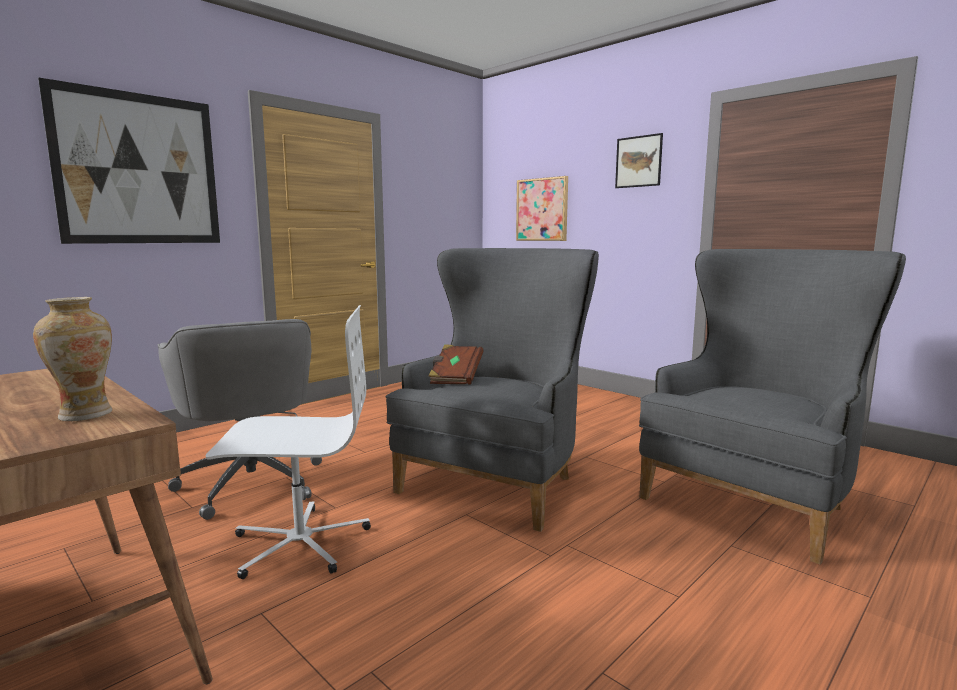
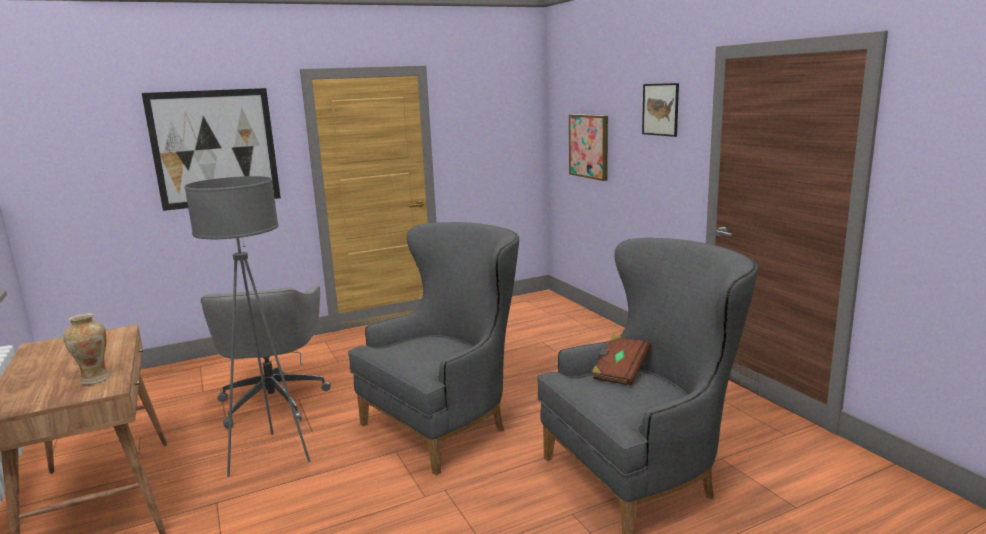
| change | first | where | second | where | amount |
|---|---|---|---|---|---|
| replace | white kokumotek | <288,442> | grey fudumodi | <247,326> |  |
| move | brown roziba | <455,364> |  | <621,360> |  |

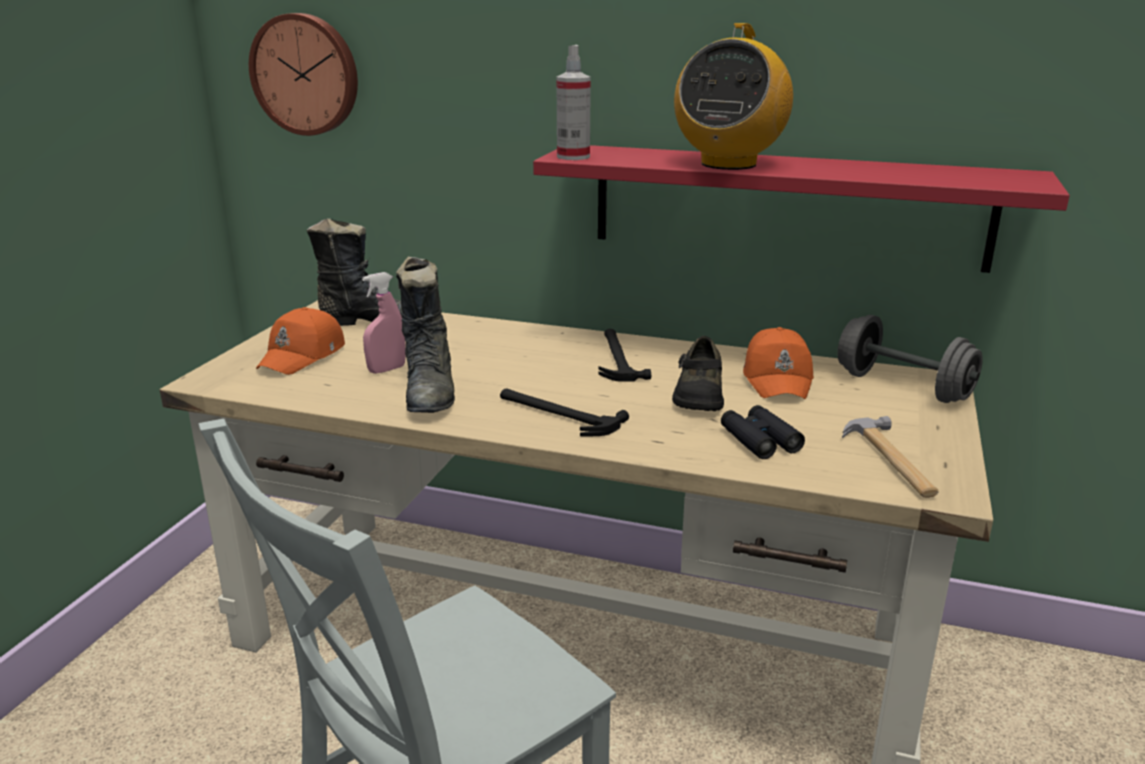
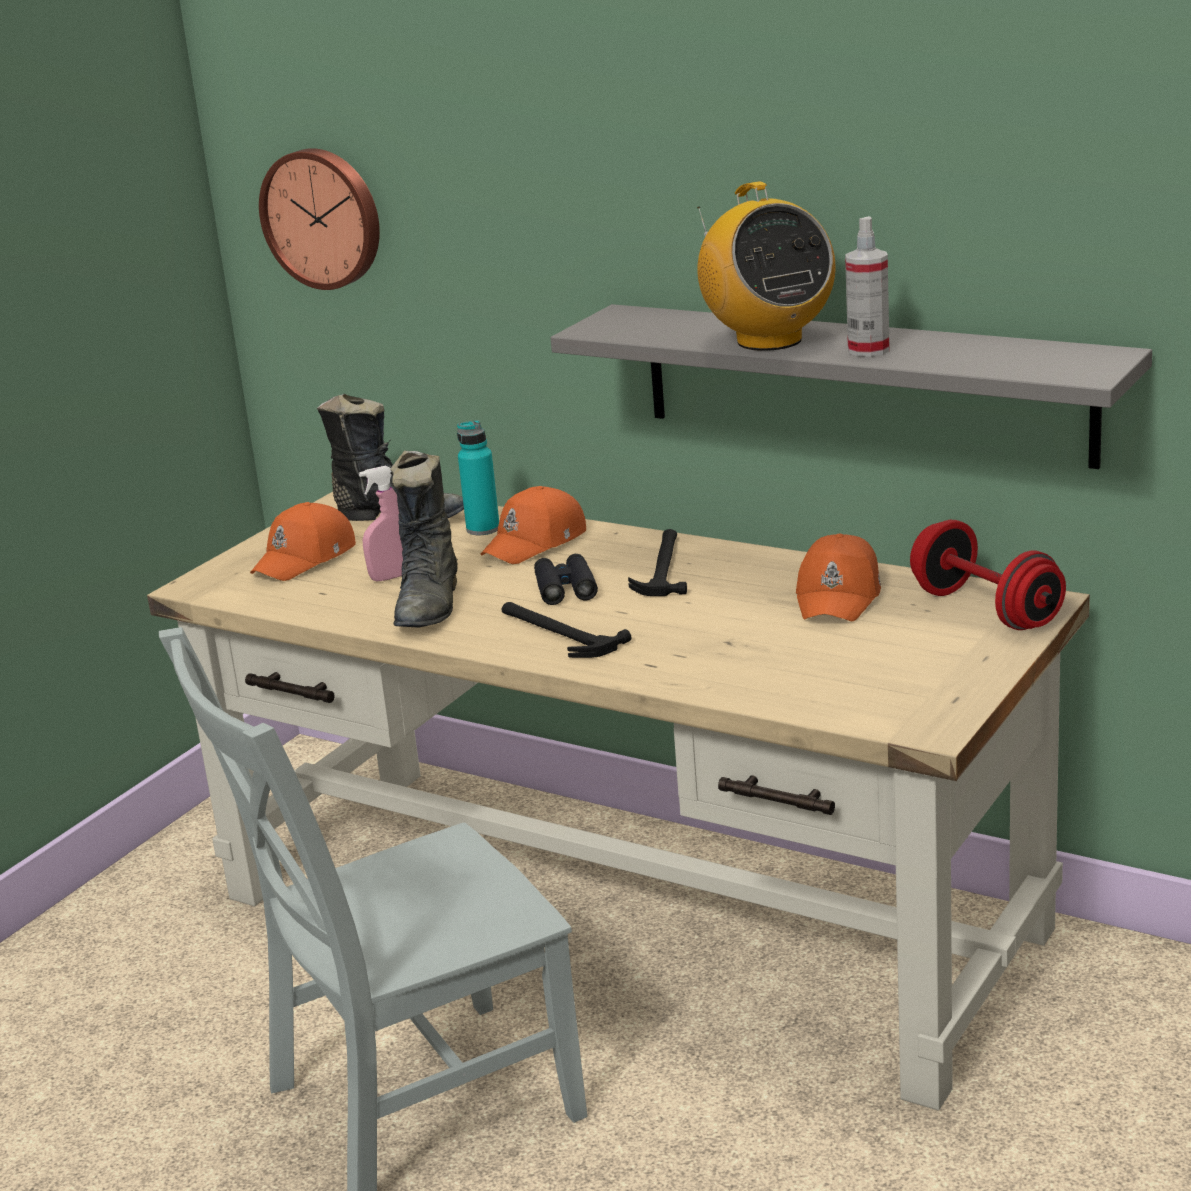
| change | first | where | second | where | amount |
|---|---|---|---|---|---|
| recolor | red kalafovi | <801,209> | grey kalafovi | <851,386> |  |
| move | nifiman | <573,102> |  | <867,286> |  |
| delete | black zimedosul | <698,373> |  |  |  |
| rotate | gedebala | <733,96> |  | <766,266> | 60 degrees counterclockwise |
| move | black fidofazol | <763,432> |  | <566,579> |  |
| recolor | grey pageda | <910,359> | red pageda | <988,575> |  |
| delete | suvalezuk | <890,457> |  |  |  |
| insert |  |  | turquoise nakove | <478,477> |  |
| insert |  |  | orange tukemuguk | <533,525> |  |

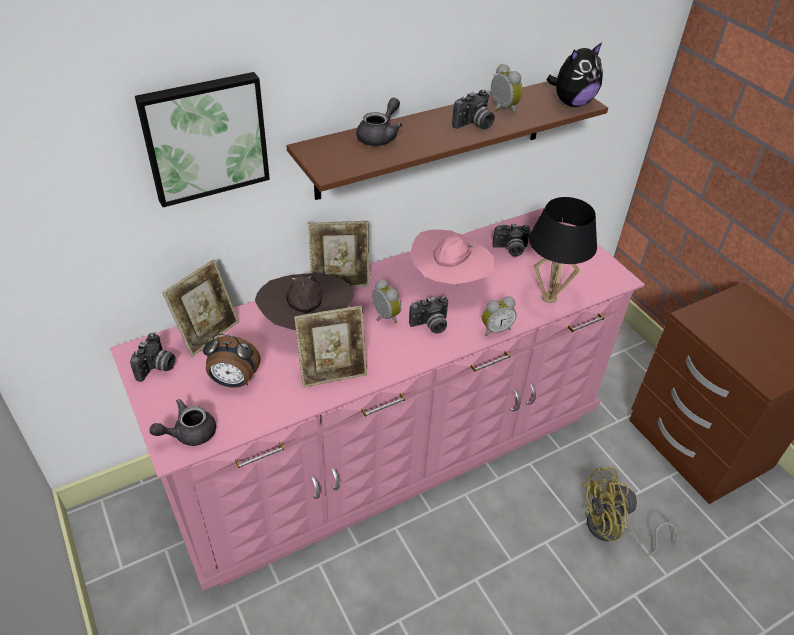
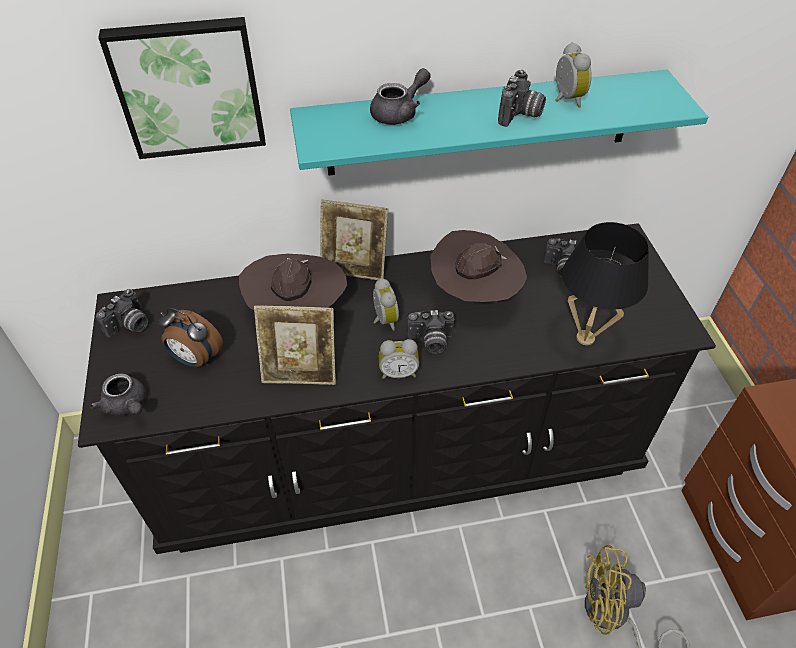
| change | first | where | second | where | amount |
|---|---|---|---|---|---|
| recolor | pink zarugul | <377,399> | black zarugul | <397,388> |  |
| rotate | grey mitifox | <182,422> |  | <118,394> | 120 degrees counterclockwise |
| delete | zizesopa | <200,308> |  |  |  |
| recolor | brown kalafovi | <447,140> | turquoise kalafovi | <499,123> |  |
| recolor | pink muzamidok | <452,258> | brown muzamidok | <478,266> |  |
| rotate | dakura | <473,109> |  | <522,98> | 45 degrees counterclockwise |
| move | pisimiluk | <499,316> |  | <399,359> |  |
| delete | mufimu | <574,74> |  |  |  |

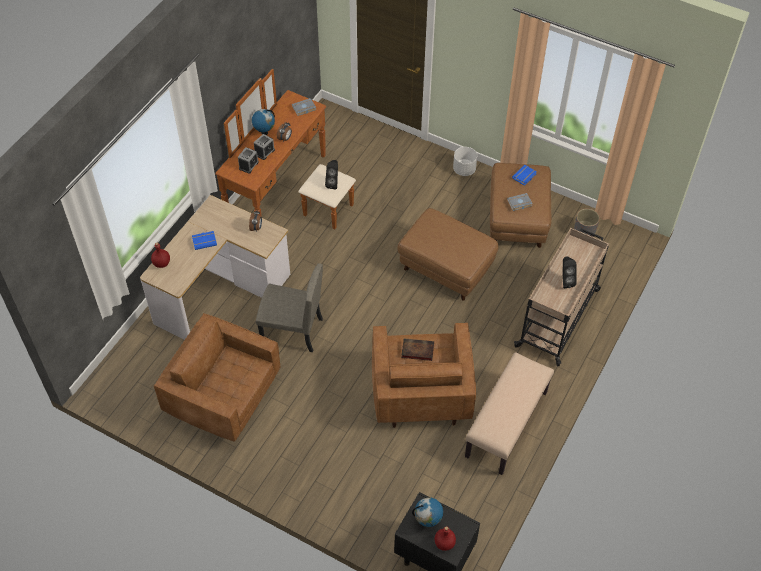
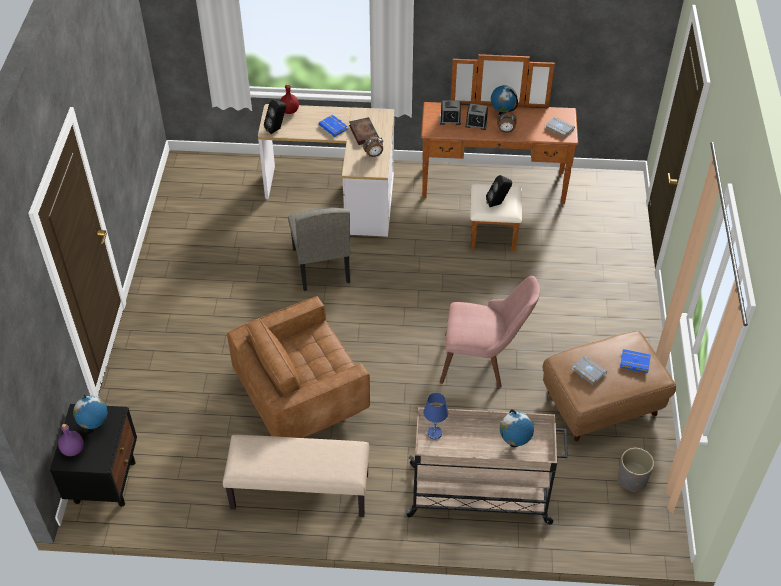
| change | first | where | second | where | amount |
|---|---|---|---|---|---|
| delete | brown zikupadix | <217,377> |  |  |  |
| replace | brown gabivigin | <447,254> | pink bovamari | <490,332> |  |
| move | roziba | <417,349> |  | <363,131> |  |
| recolor | red nakove | <445,538> | purple nakove | <71,440> |  |
| delete | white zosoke | <465,161> |  |  |  |
| move | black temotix | <570,272> |  | <275,117> |  |
| insert |  |  | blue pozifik | <435,416> |  |
| insert |  |  | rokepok | <517,428> |  |

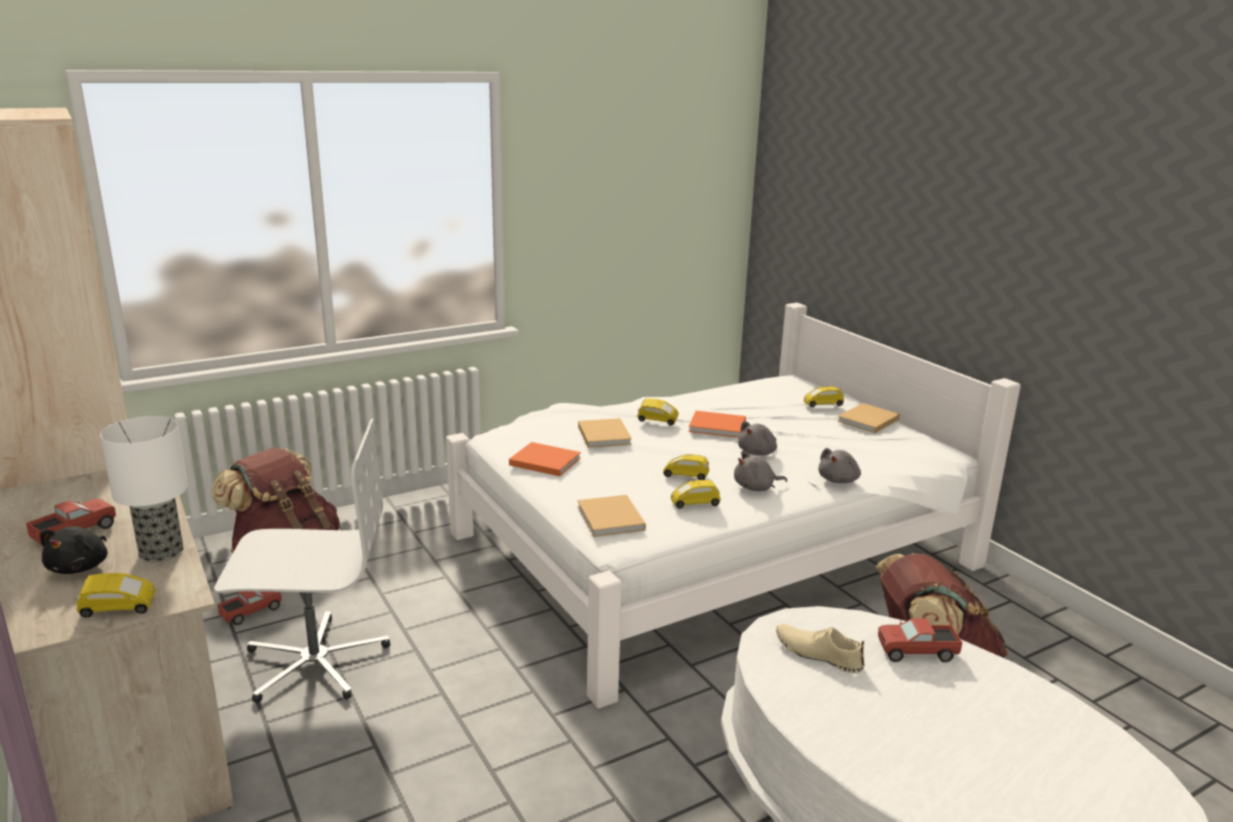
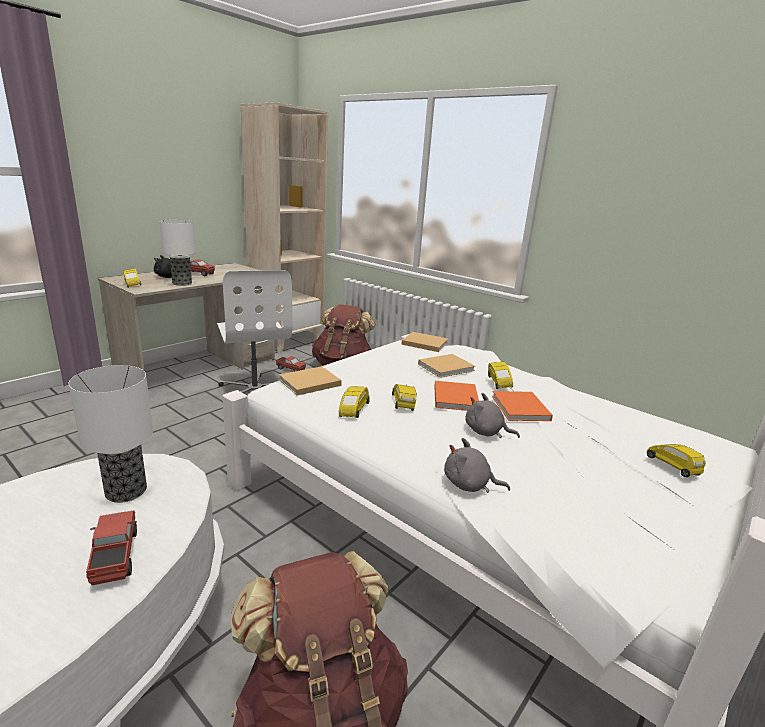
| change | first | where | second | where | amount |
|---|---|---|---|---|---|
| move | orange roziba | <545,459> |  | <456,396> |  |
| rotate | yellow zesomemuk | <696,494> |  | <354,402> | 135 degrees counterclockwise |
| delete | grey mufimu | <760,471> |  |  |  |
| replace | beige zimedosul | <820,648> | pozifik | <110,434> |  |
| move | beige roziba | <868,418> |  | <424,342> |  |

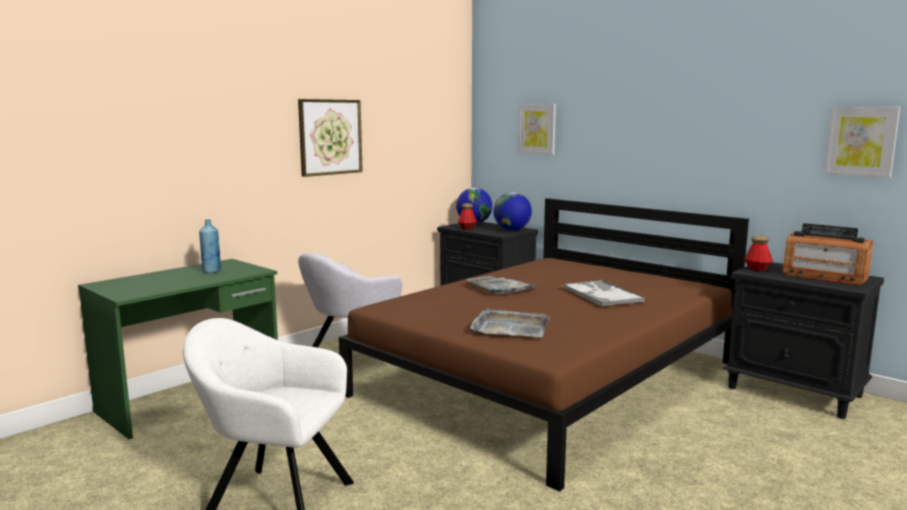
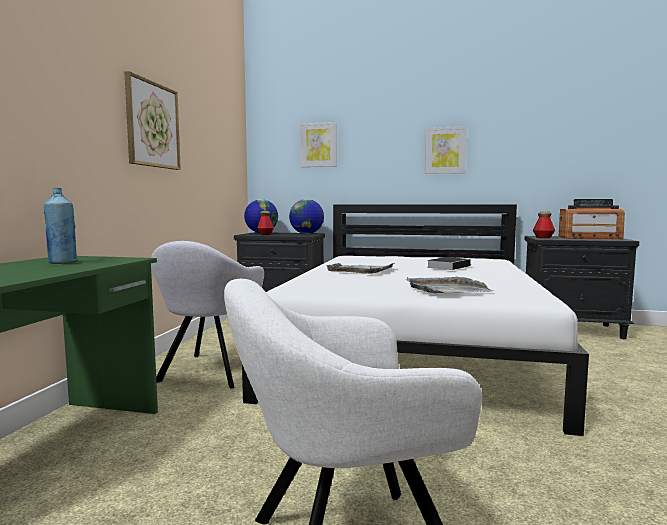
| change | first | where | second | where | amount |
|---|---|---|---|---|---|
| recolor | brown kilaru | <544,345> | white kilaru | <415,320> |  |
| replace | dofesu | <604,293> | roziba | <449,263> |  |
| move | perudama | <862,142> |  | <446,150> |  |

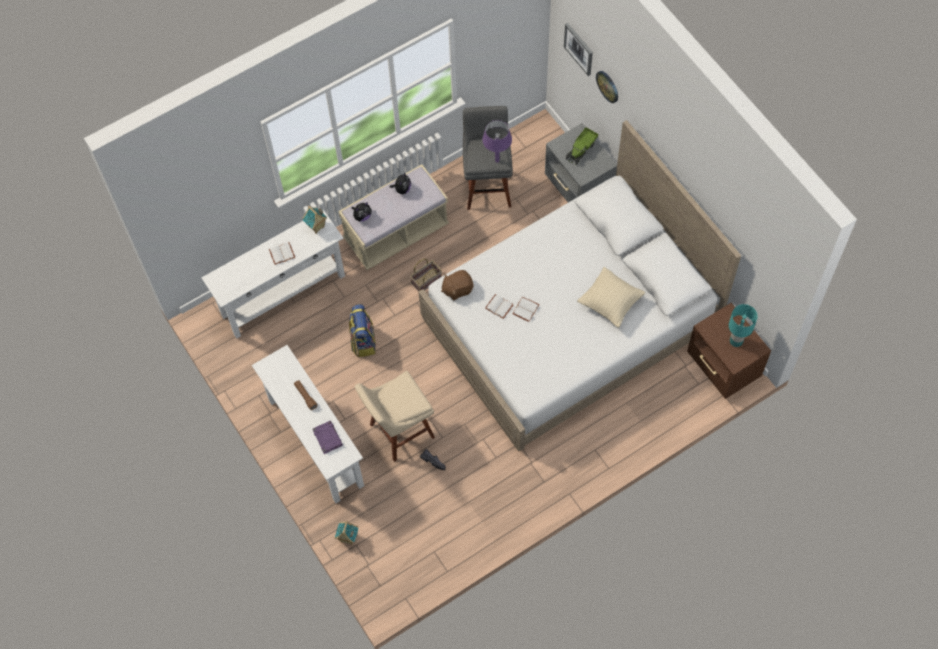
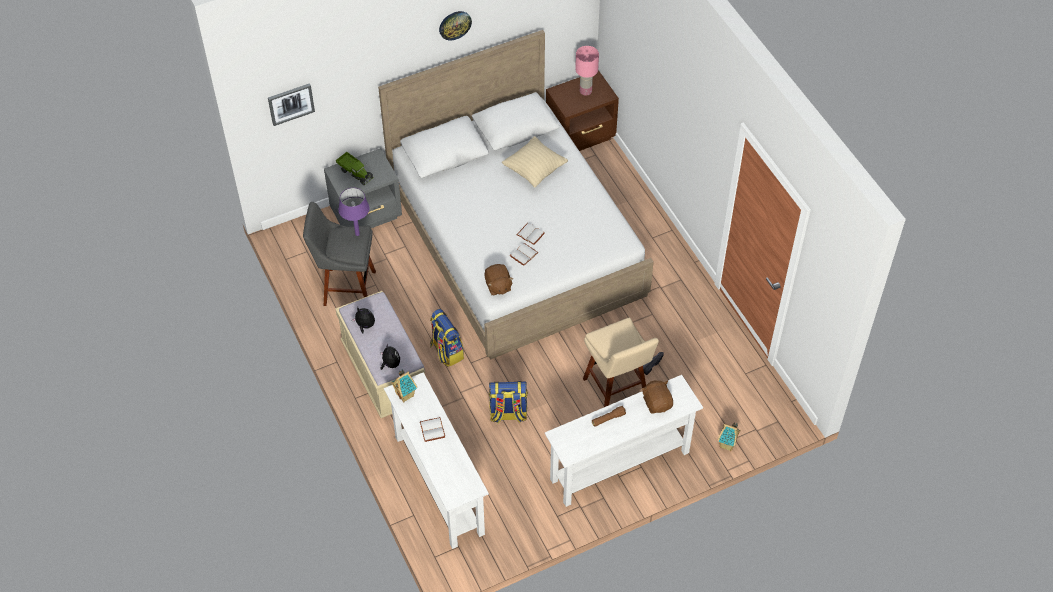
| change | first | where | second | where | amount |
|---|---|---|---|---|---|
| replace | purple roziba | <328,437> | brown mufimu | <657,397> |  |
| replace | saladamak | <426,275> | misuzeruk | <447,338> |  |
| move | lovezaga | <607,87> |  | <455,25> |  |
| recolor | turquoise pozifik | <743,325> | pink pozifik | <587,71> |  |

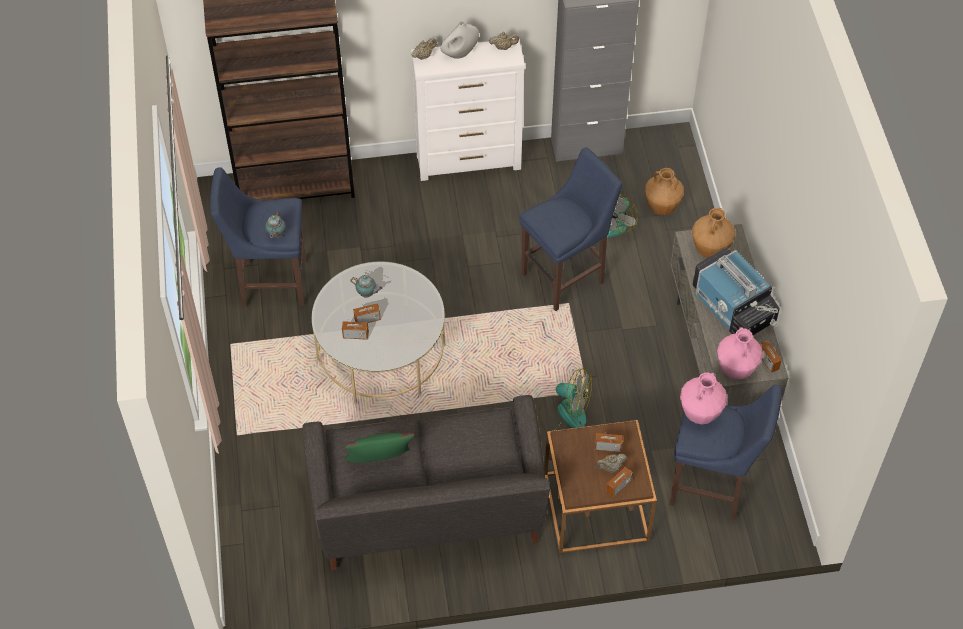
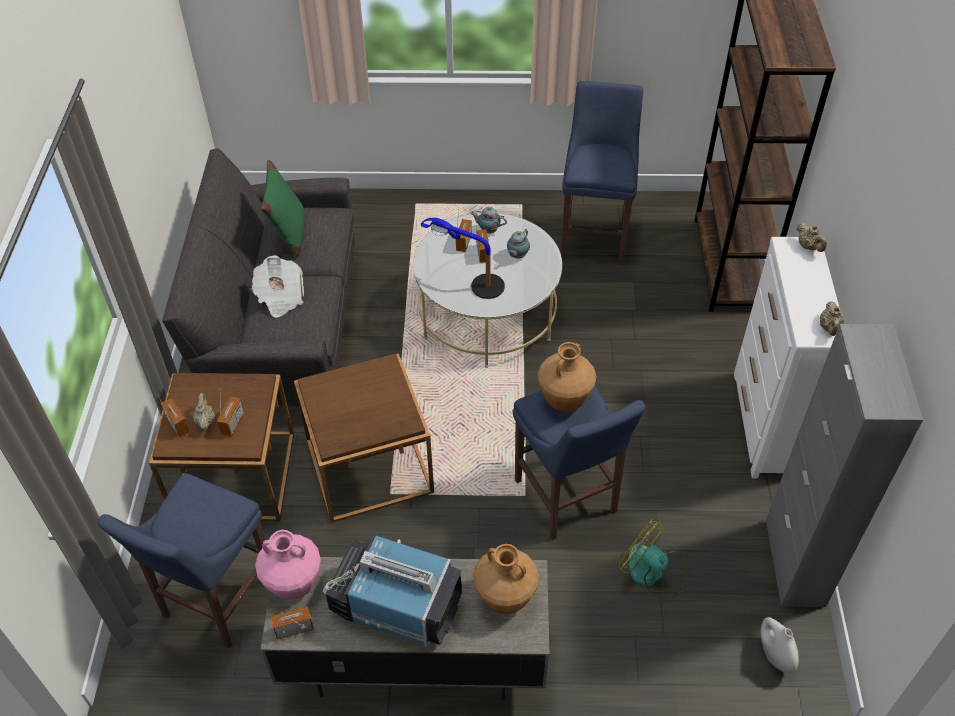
| change | first | where | second | where | amount |
|---|---|---|---|---|---|
| move | mitifox | <275,224> |  | <488,220> |  |
| move | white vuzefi | <459,40> |  | <780,645> |  |
| replace | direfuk | <565,400> | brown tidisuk | <364,438> |  |
| move | brown vuzefi | <664,191> |  | <567,377> |  |
| delete | pink vuzefi | <703,398> |  |  |  |
| rotate | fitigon | <736,291> |  | <392,590> | 45 degrees clockwise |
| insert |  |  | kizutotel | <278,286> |  |
| insert |  |  | pozifik | <463,258> |  |

